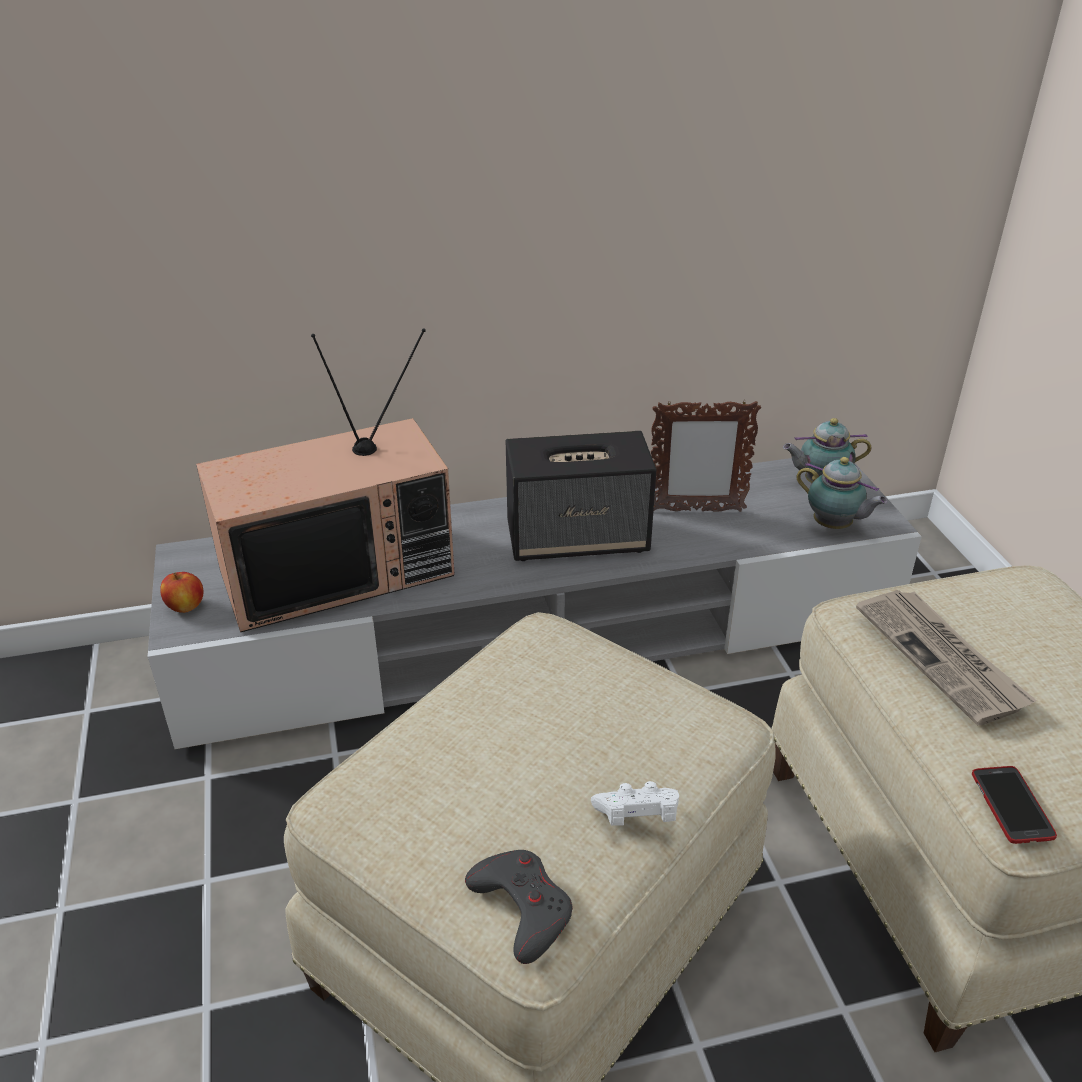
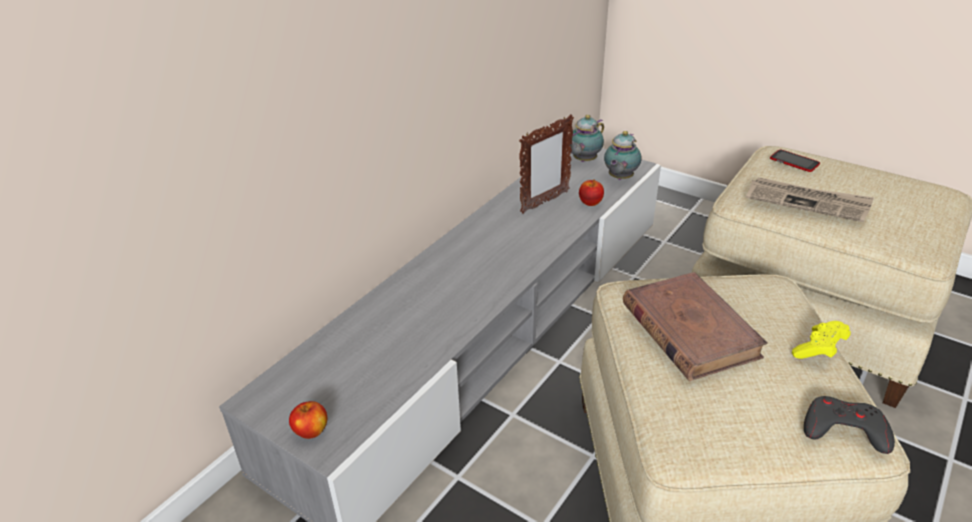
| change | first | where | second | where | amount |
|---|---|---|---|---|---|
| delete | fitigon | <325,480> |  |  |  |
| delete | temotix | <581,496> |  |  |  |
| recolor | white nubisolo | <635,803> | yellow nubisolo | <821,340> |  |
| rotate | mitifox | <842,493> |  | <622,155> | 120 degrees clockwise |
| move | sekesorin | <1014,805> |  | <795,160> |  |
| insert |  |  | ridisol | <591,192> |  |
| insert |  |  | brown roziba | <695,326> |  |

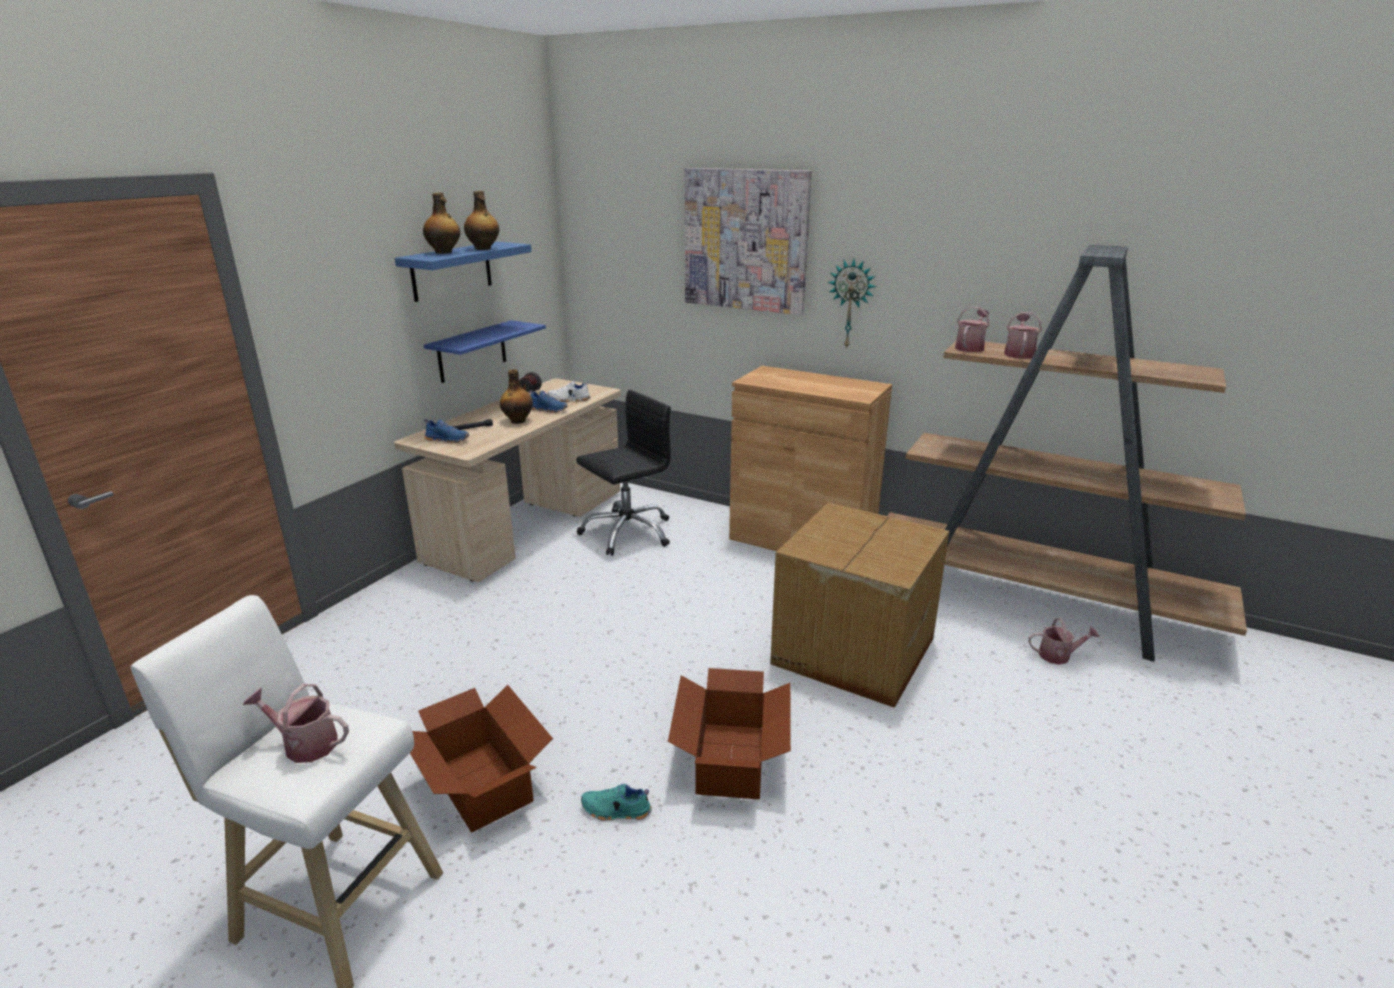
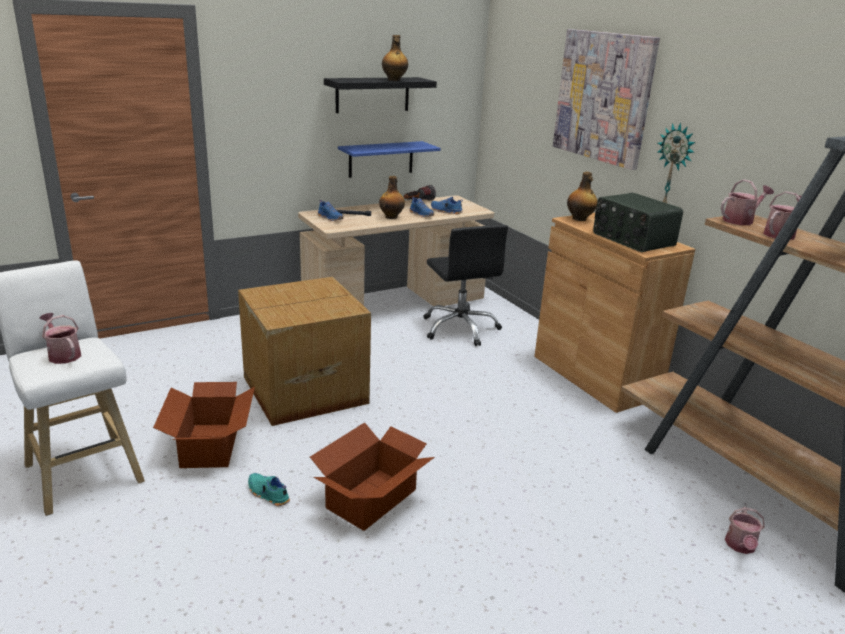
| change | first | where | second | where | amount |
|---|---|---|---|---|---|
| recolor | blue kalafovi | <463,272> | black kalafovi | <380,95> |  |
| move | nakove | <441,223> |  | <582,196> |  |
| recolor | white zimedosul | <569,391> | blue zimedosul | <447,205> |  |
| rotate | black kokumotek | <623,473> |  | <466,285> | 75 degrees clockwise |
| move | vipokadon | <859,605> |  | <304,351> |  |
| rotate | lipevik | <1064,641> |  | <745,530> | 75 degrees clockwise |
| insert |  |  | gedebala | <638,222> |  |

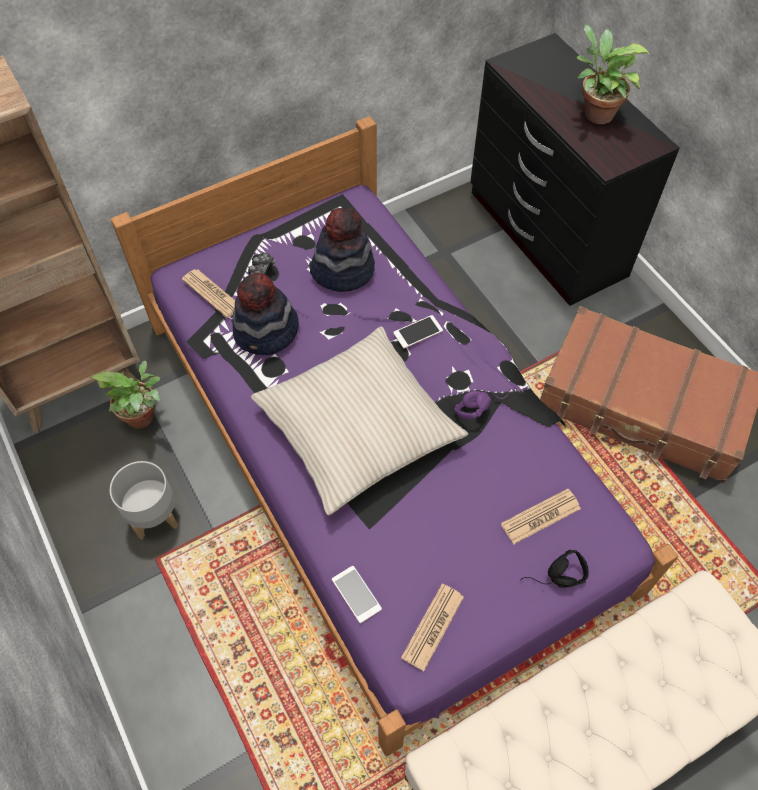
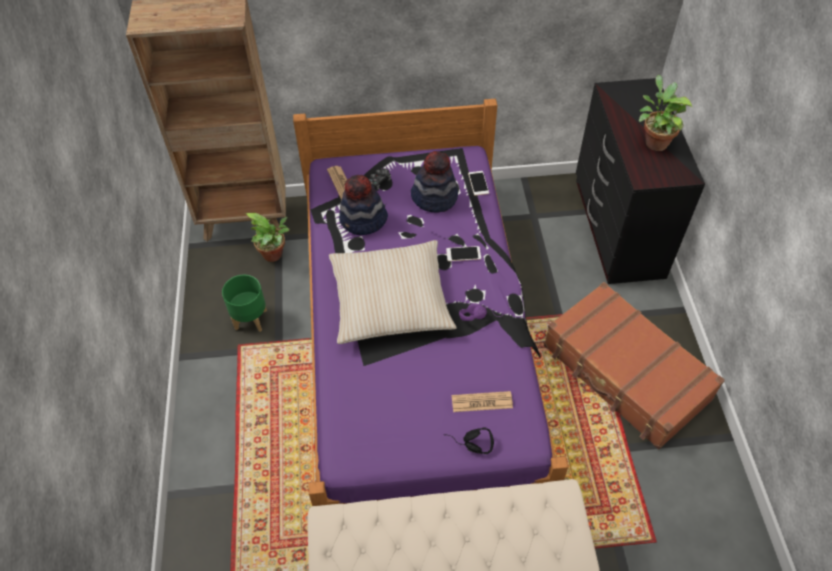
| change | first | where | second | where | amount |
|---|---|---|---|---|---|
| recolor | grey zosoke | <144,500> | green zosoke | <244,303> |  |
| move | sekesorin | <357,594> |  | <478,183> |  |
| delete | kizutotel | <432,627> |  |  |  |

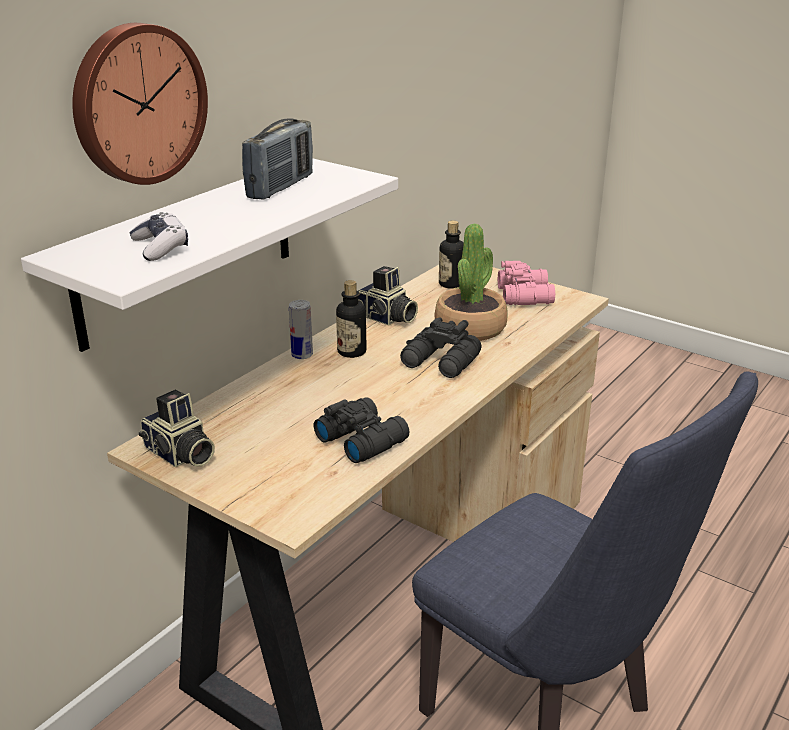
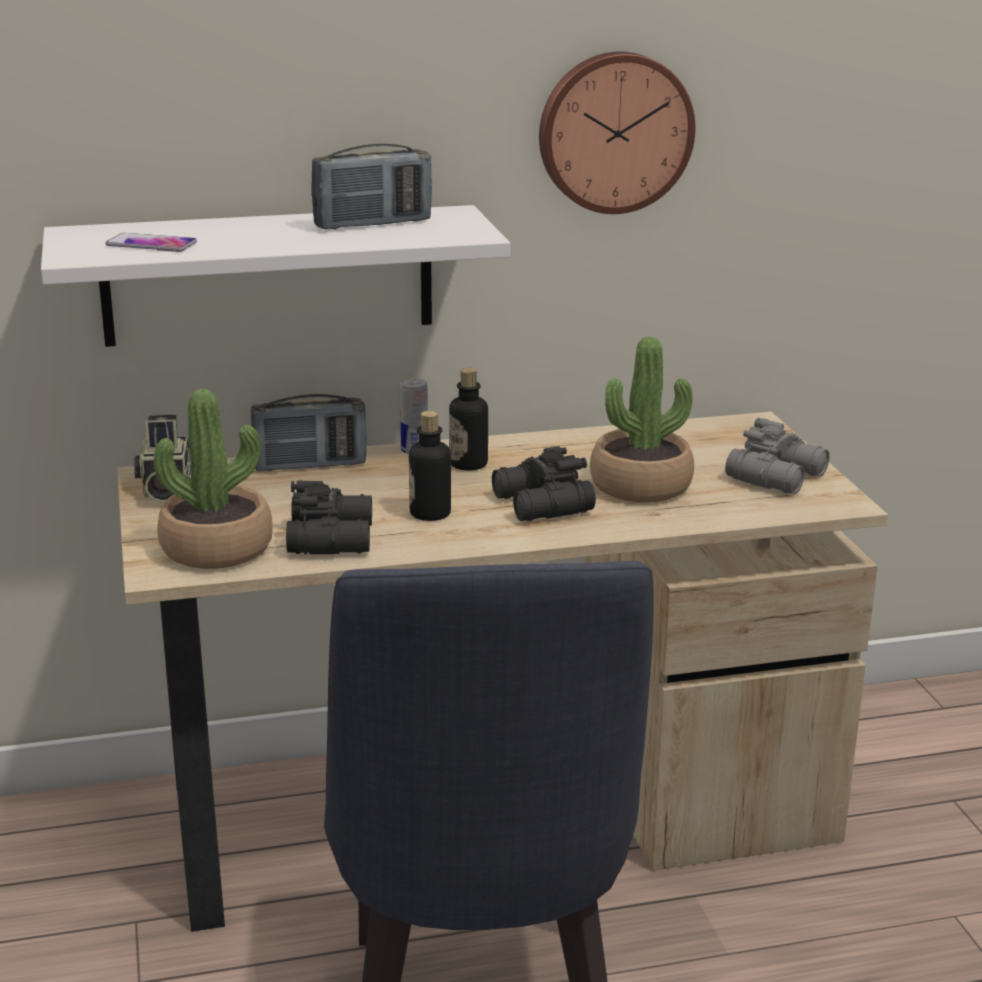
| change | first | where | second | where | amount |
|---|---|---|---|---|---|
| move | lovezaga | <140,104> |  | <617,133> |  |
| replace | nubisolo | <159,236> | sekesorin | <151,242> |  |
| delete | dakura | <388,295> |  |  |  |
| move | nakove | <451,254> |  | <430,466> |  |
| recolor | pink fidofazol | <526,283> | grey fidofazol | <777,456> |  |
| insert |  |  | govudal | <213,479> |  |
| insert |  |  | gedebala | <308,433> |  |

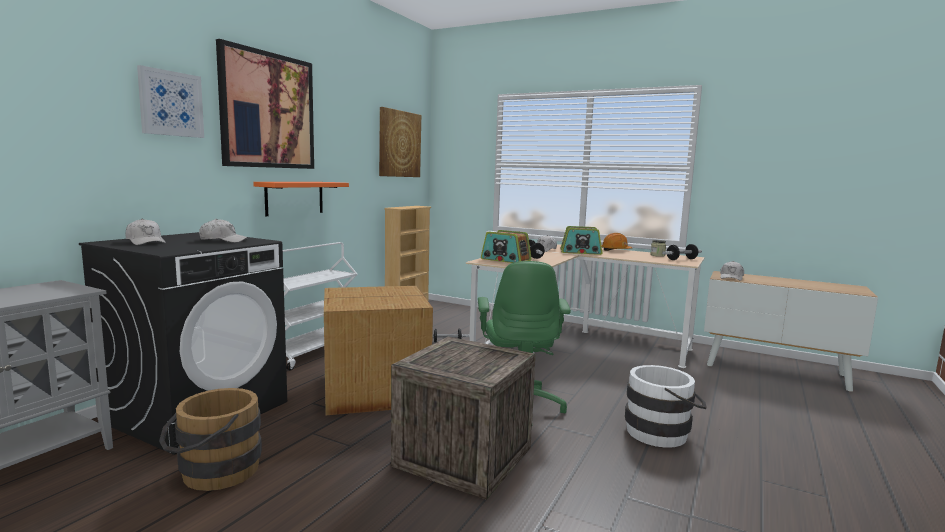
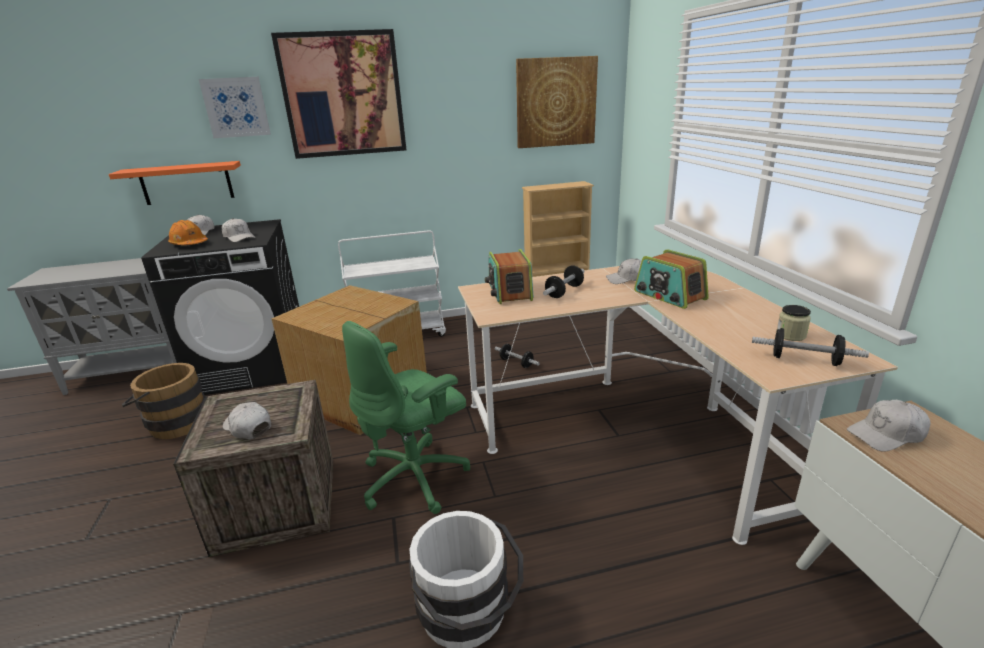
| change | first | where | second | where | amount |
|---|---|---|---|---|---|
| move | orange kalafovi | <301,199> |  | <175,183> |  |
| move | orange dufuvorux | <617,242> |  | <188,232> |  |
| insert |  |  | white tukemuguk | <247,420> |  |

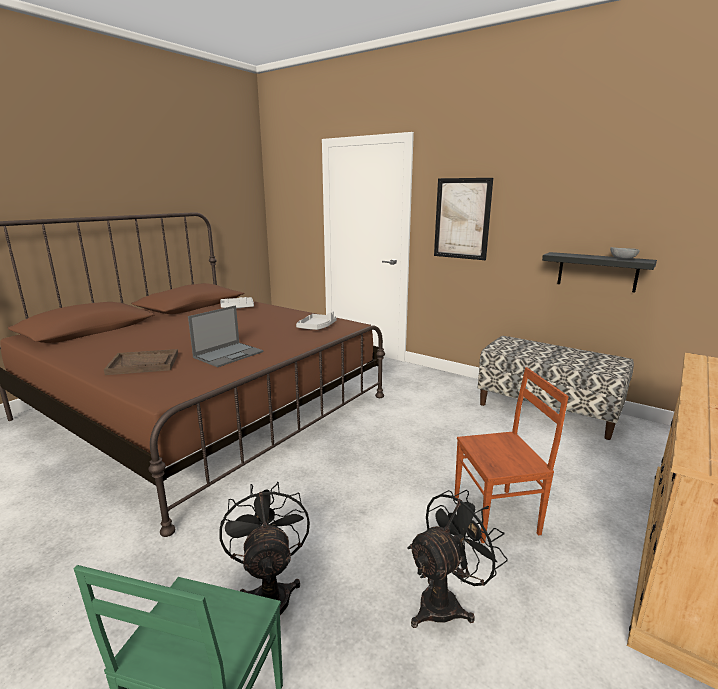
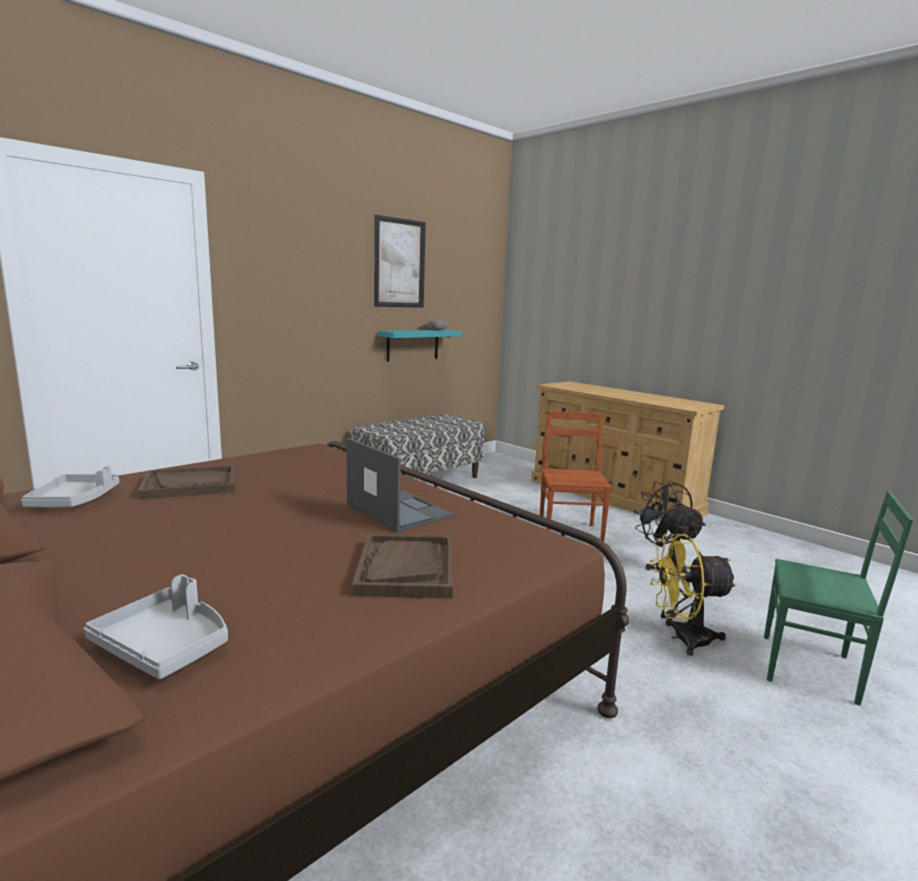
| change | first | where | second | where | amount |
|---|---|---|---|---|---|
| recolor | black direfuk | <265,548> | yellow direfuk | <693,595> |  |
| move | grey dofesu | <316,320> |  | <156,626> |  |
| move | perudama | <463,219> |  | <400,261> |  |
| recolor | black kalafovi | <599,272> | turquoise kalafovi | <419,345> |  |
| insert |  |  | brown dofesu | <186,482> |  |

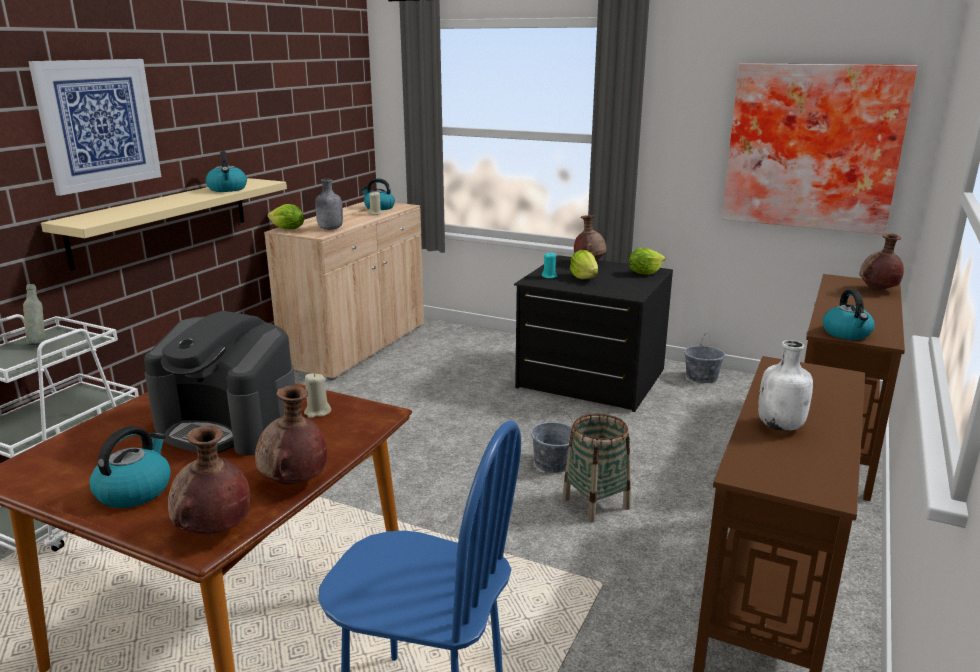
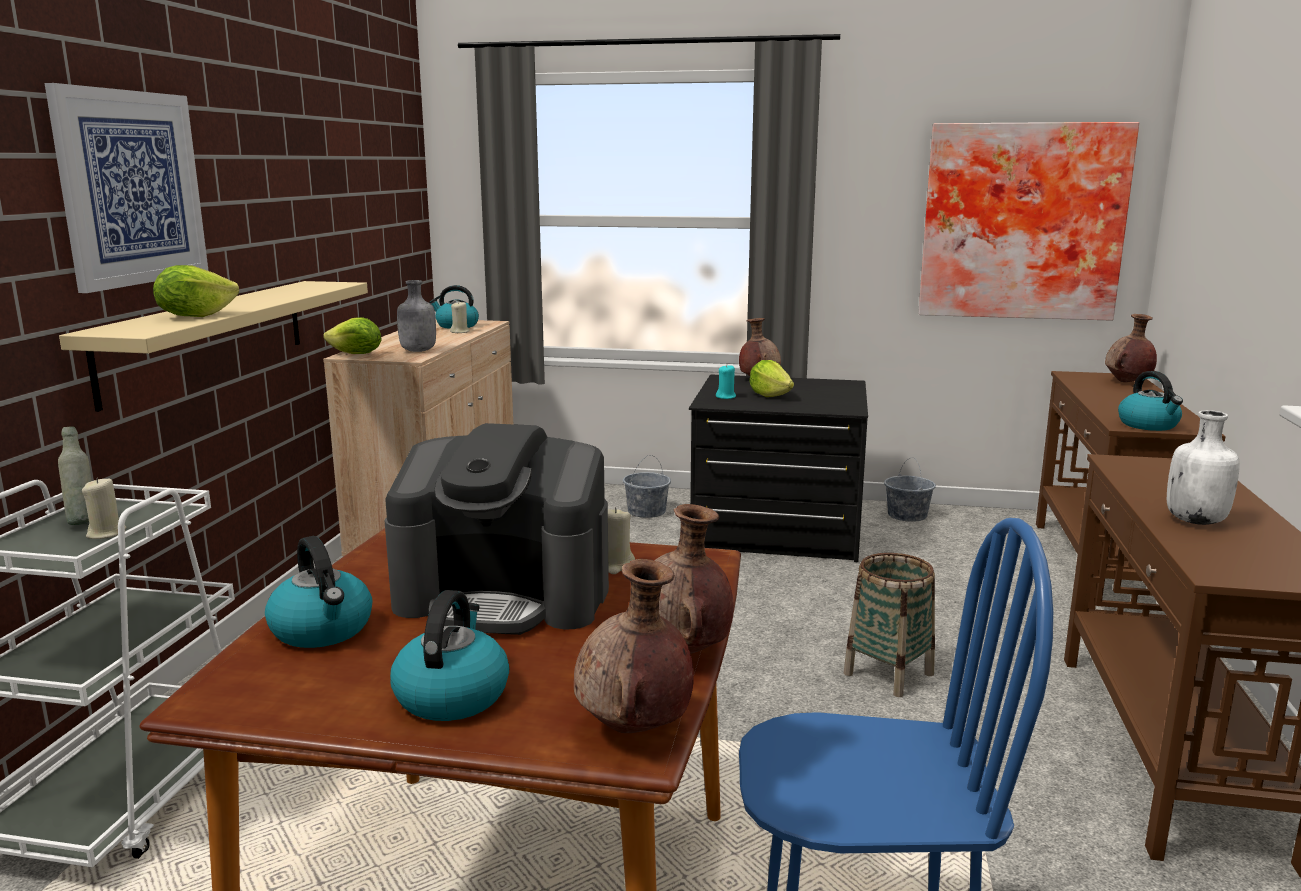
| change | first | where | second | where | amount |
|---|---|---|---|---|---|
| move | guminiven | <226,171> |  | <318,592> |  |
| move | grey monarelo | <551,442> |  | <647,486> |  |
| move | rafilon | <647,261> |  | <196,291> |  |
| insert |  |  | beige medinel | <104,508> |  |

